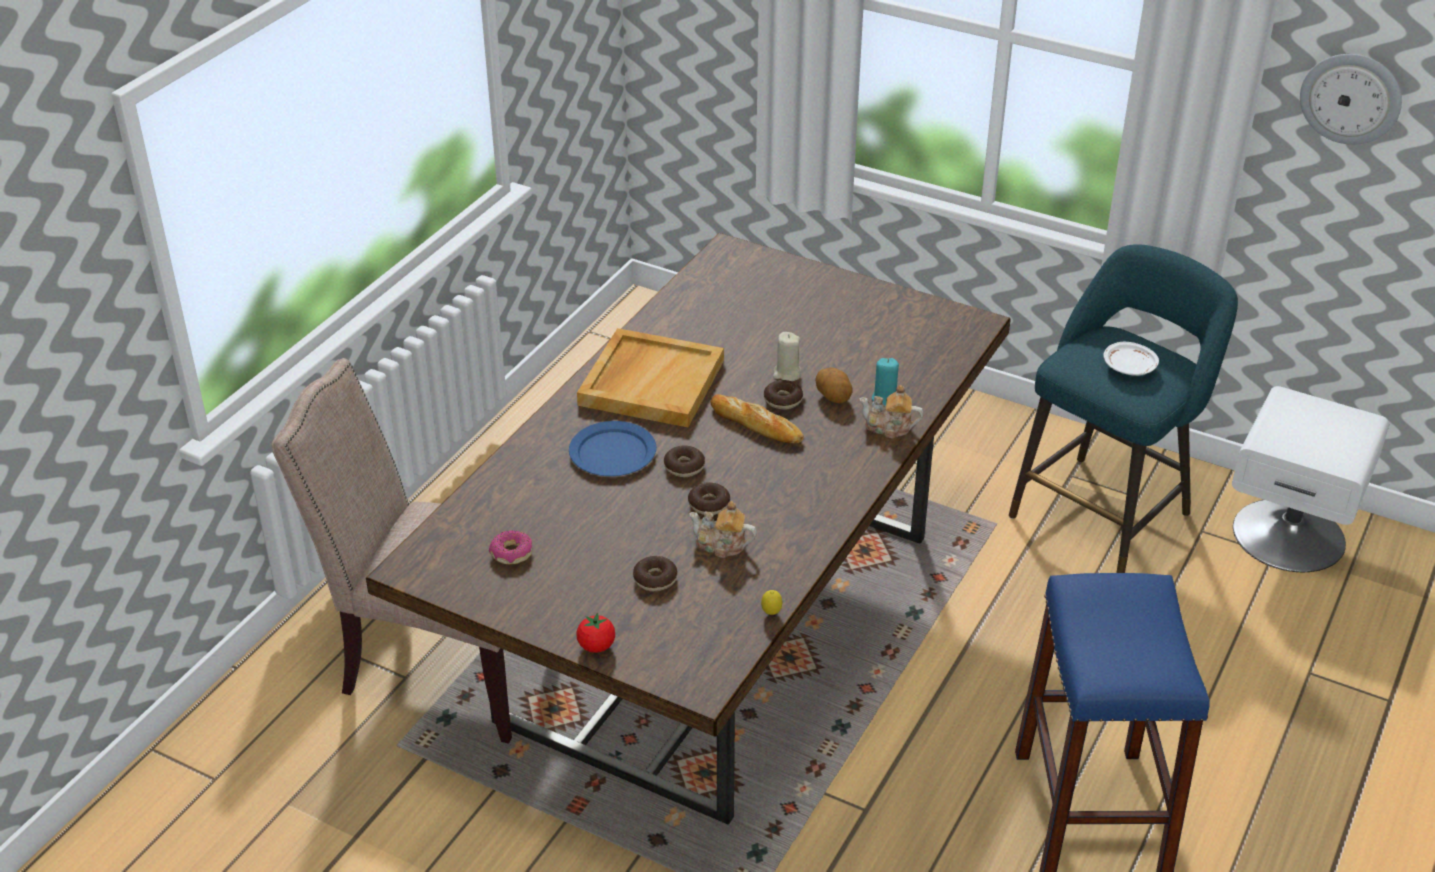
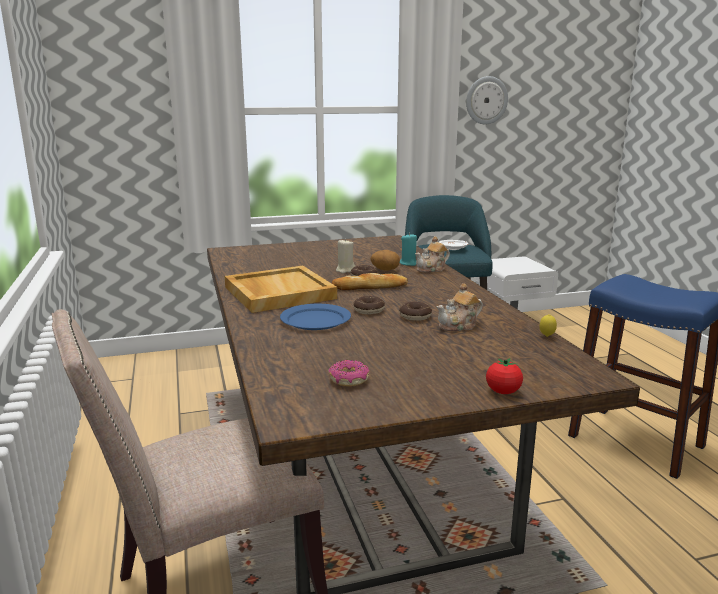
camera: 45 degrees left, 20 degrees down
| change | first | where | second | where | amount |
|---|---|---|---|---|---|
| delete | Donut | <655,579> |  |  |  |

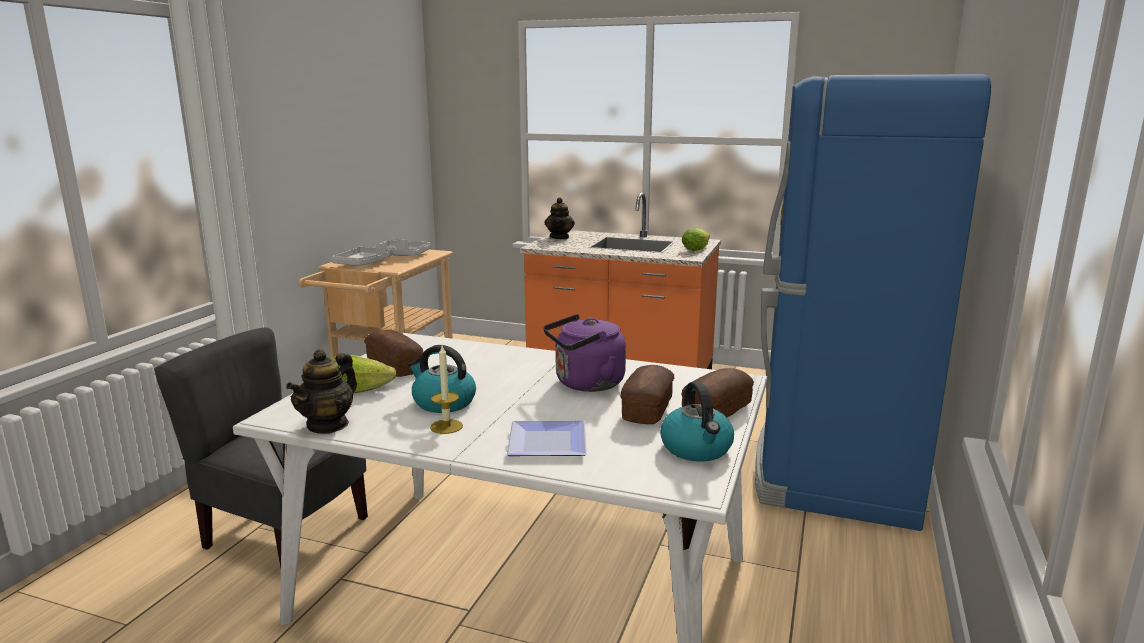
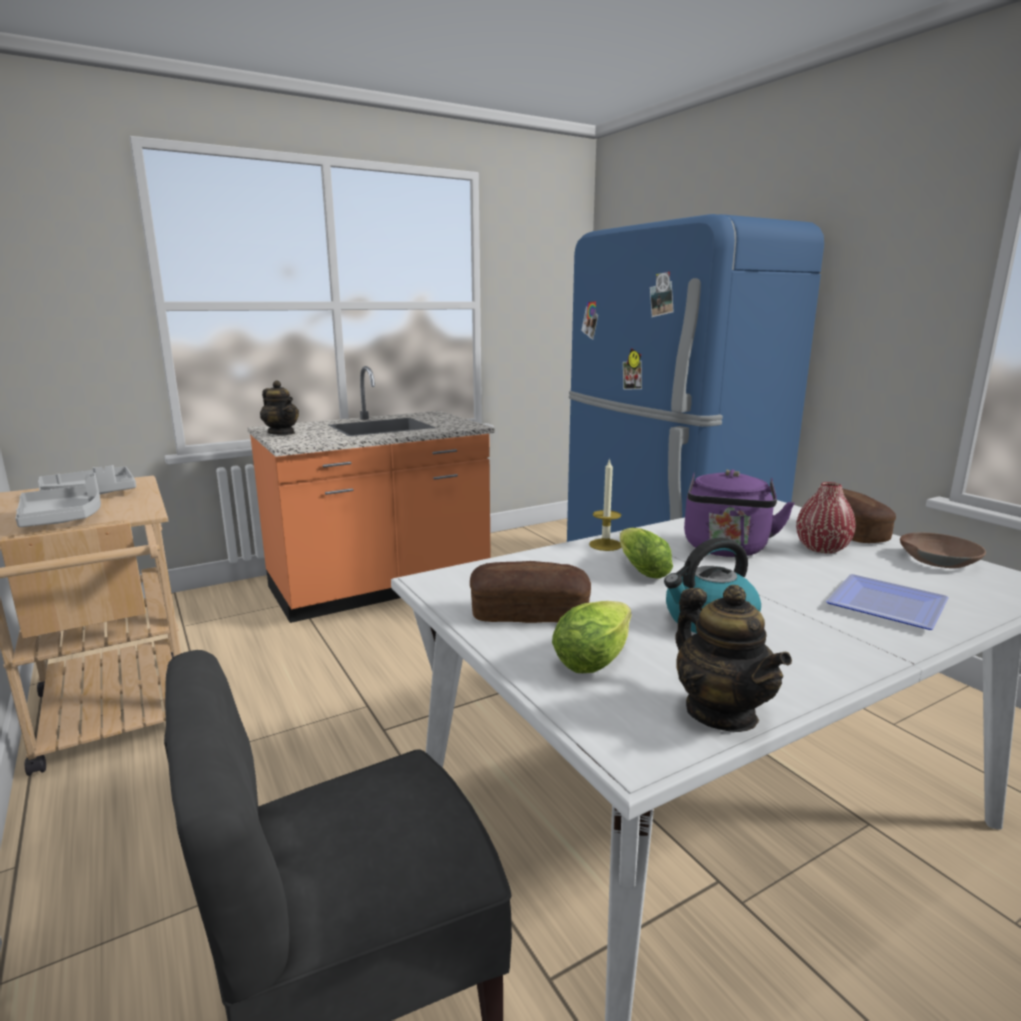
camera: 50 degrees left, 0 degrees up
| change | first | where | second | where | amount |
|---|---|---|---|---|---|
| move | Kerze | <446,426> |  | <605,545> |  |
| move | Salatkopf | <697,249> |  | <639,568> |  |
| replace | Brot | <647,409> | Vase/rot | <822,548> |  |
| replace | Wasserkessel | <697,449> | Schüssel/braun | <938,560> |  |

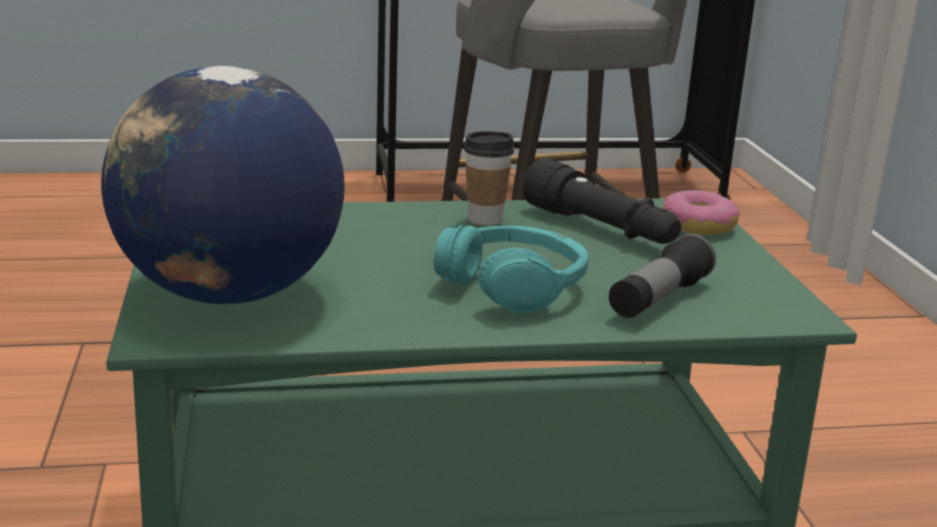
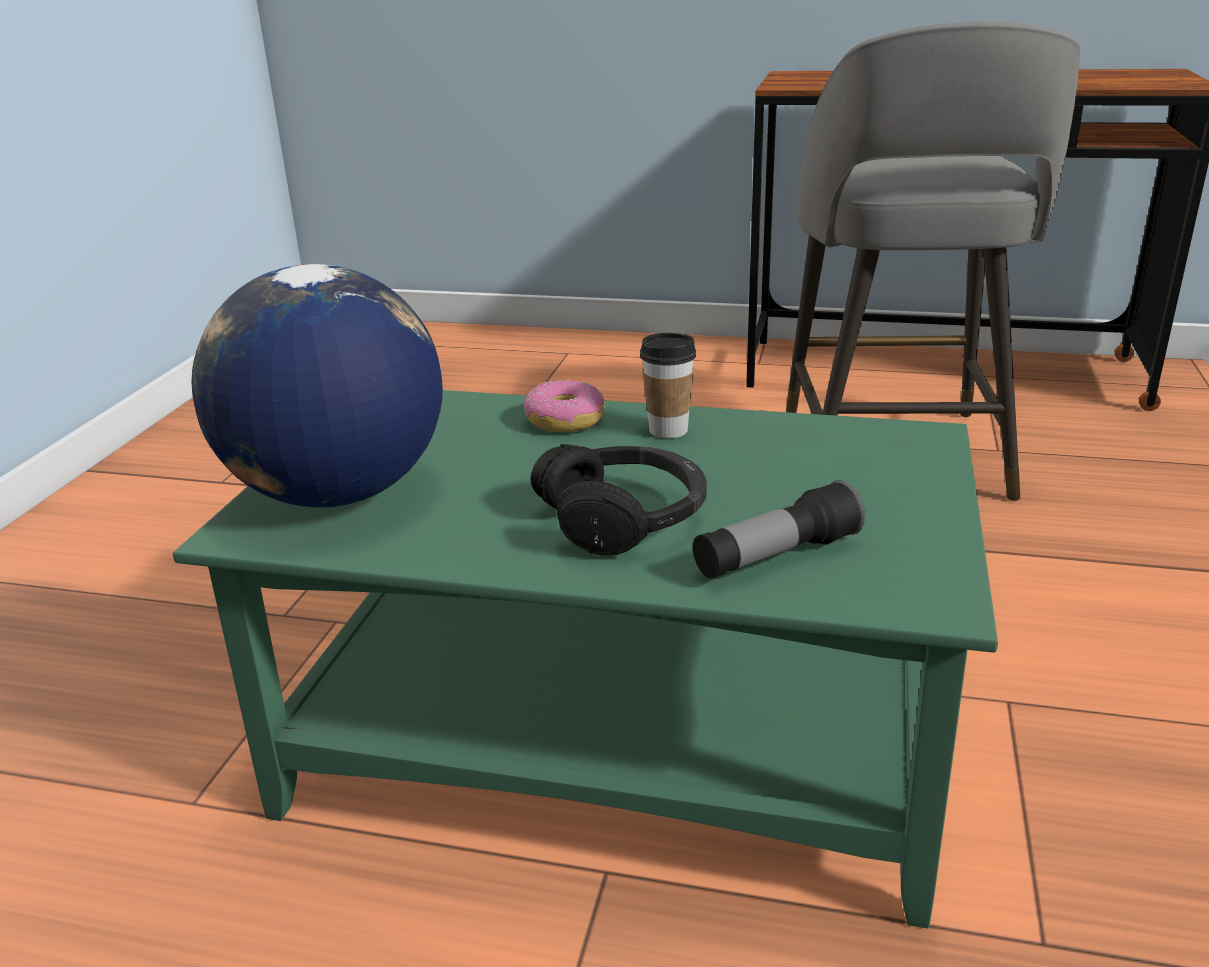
camera: 25 degrees right, 5 degrees up
| change | first | where | second | where | amount |
|---|---|---|---|---|---|
| delete | Taschenlampe/schwarz | <600,228> |  |  |  |
| move | Donut | <698,226> |  | <564,420> |  |
| recolor | Kopfhörer/türkis | <513,286> | Kopfhörer/schwarz | <624,518> |  |

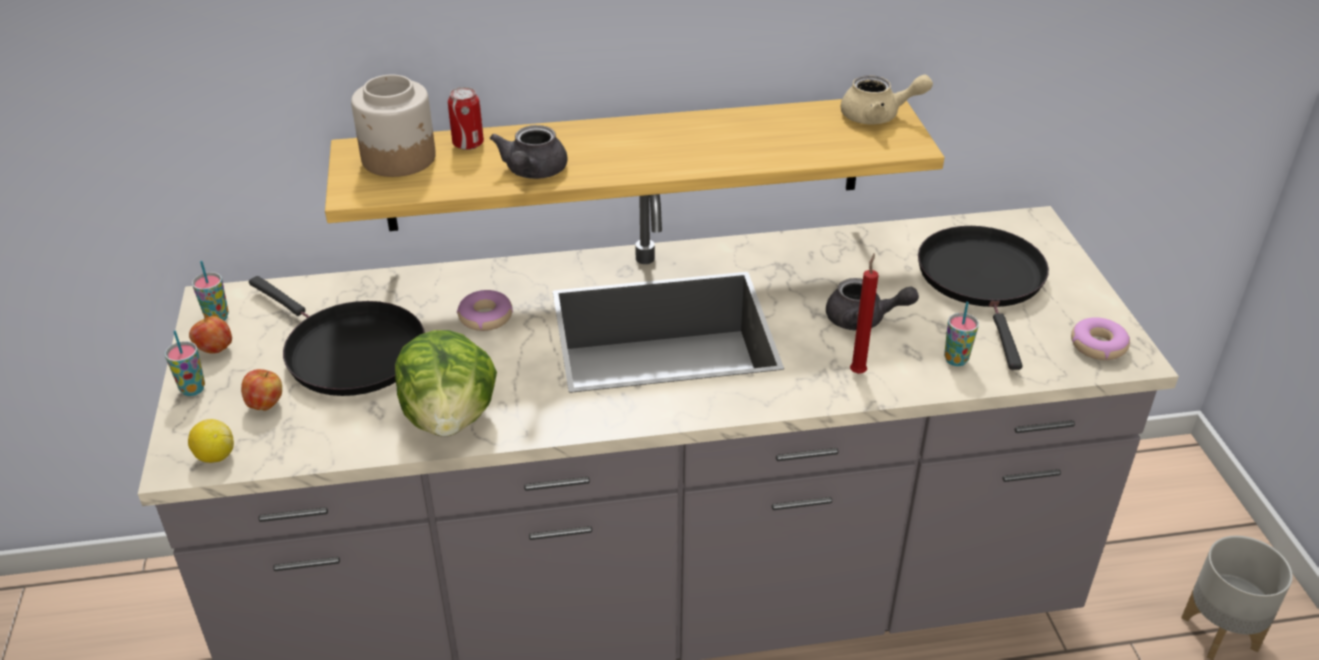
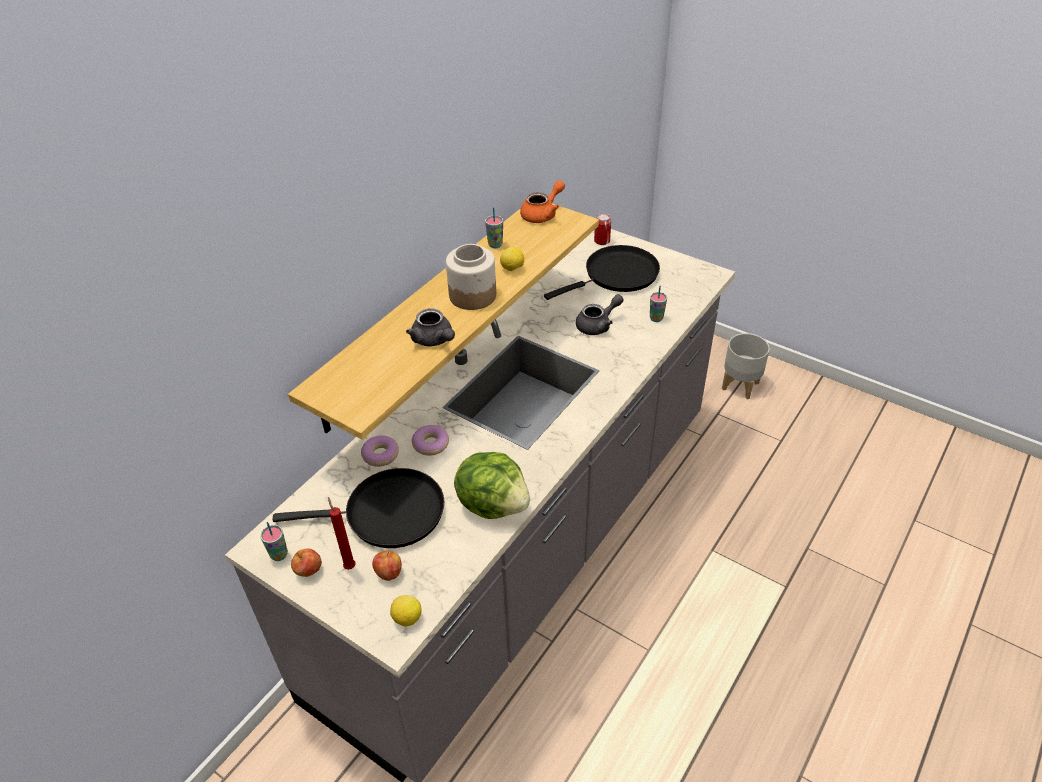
camera: 45 degrees left, 5 degrees up
| change | first | where | second | where | amount |
|---|---|---|---|---|---|
| insert |  |  | Zitrone | <512,269> |  |
| move | Tasse | <193,389> |  | <495,245> |  |
| move | Vorratsglas | <400,158> |  | <473,295> |  |
| move | Dose | <468,144> |  | <602,241> |  |
| move | Kerze/rot | <858,371> |  | <349,565> |  |
| move | Donut | <1098,345> |  | <380,455> |  |
| recolor | Teekanne/beige | <878,116> | Teekanne/orange | <542,214> |  |
| rotate | Pfanne/schwarz | <983,280> |  | <617,275> | 105 degrees clockwise |

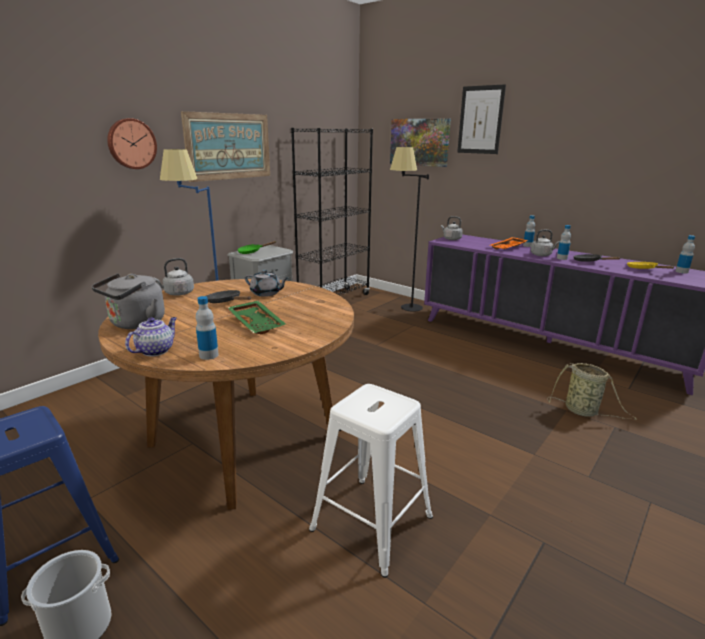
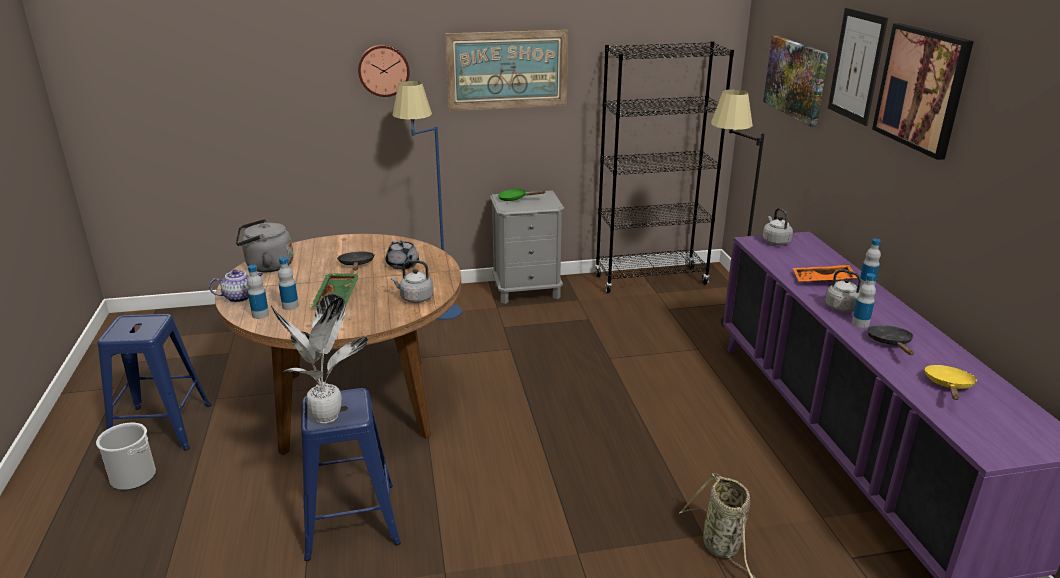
camera: 40 degrees right, 5 degrees up
| change | first | where | second | where | amount |
|---|---|---|---|---|---|
| insert |  |  | Topfpflanze | <328,418> |  |
| insert |  |  | Bild | <921,89> |  |
| move | Wasserkessel/grau | <177,293> |  | <415,298> |  |
| move | Flasche | <681,272> |  | <290,306> |  |
| recolor | Hocker/weiß | <372,524> | Hocker/blau | <349,521> |  |

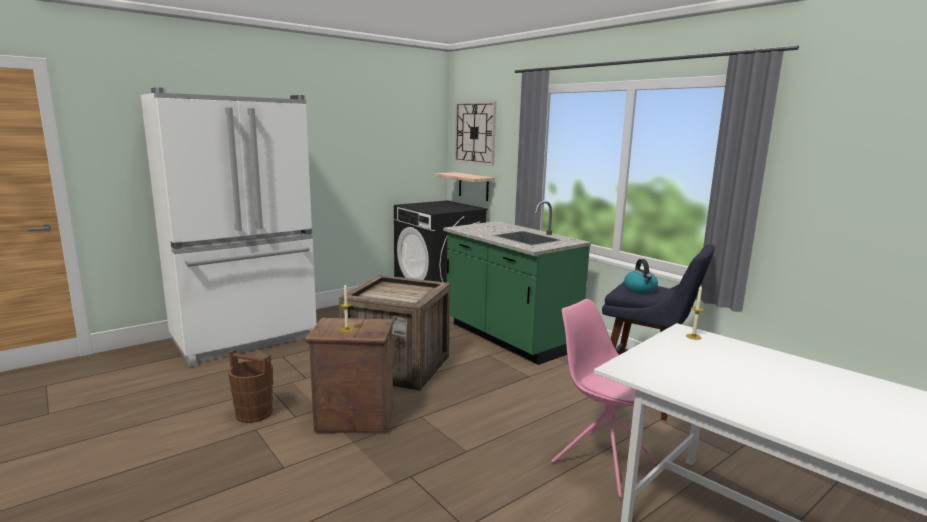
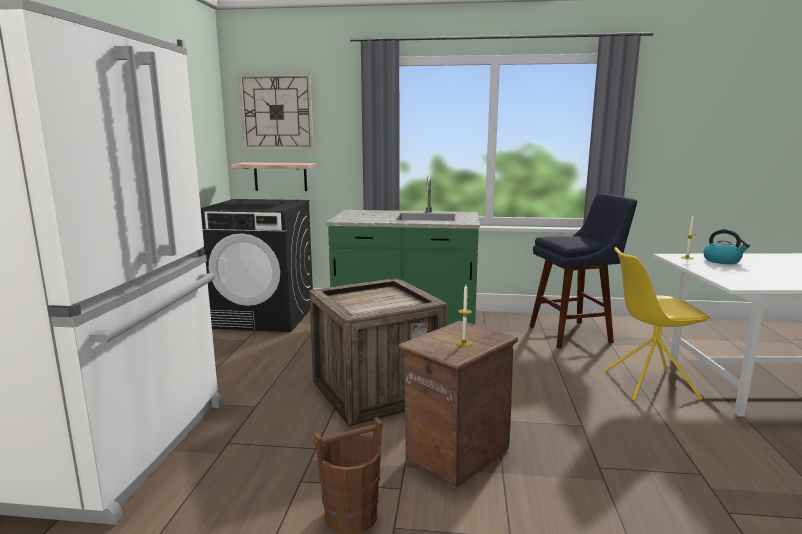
camera: 45 degrees left, 0 degrees up
| change | first | where | second | where | amount |
|---|---|---|---|---|---|
| move | Wasserkessel | <640,289> |  | <722,261> |  |
| recolor | Stuhl/rosa | <602,462> | Stuhl/gelb | <648,384> |  |

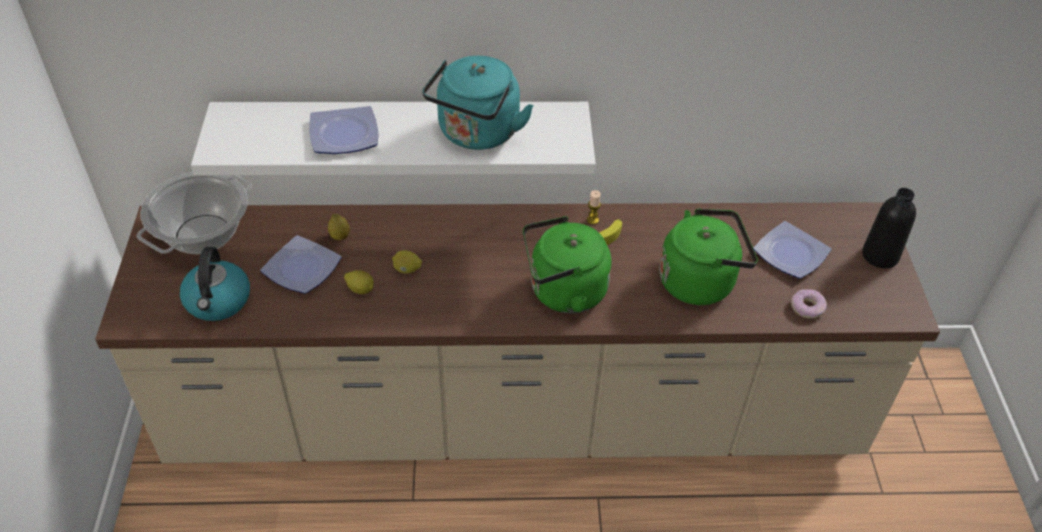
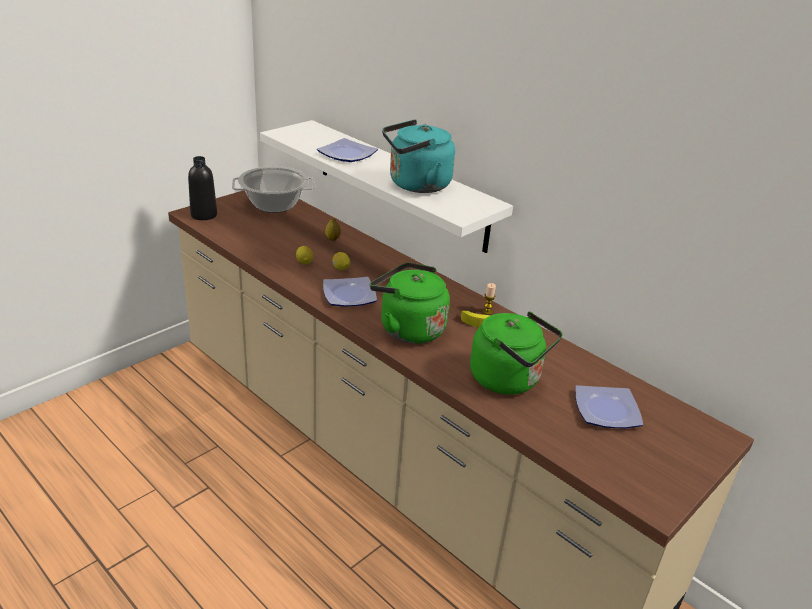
camera: 45 degrees right, 15 degrees down
| change | first | where | second | where | amount |
|---|---|---|---|---|---|
| delete | Wasserkessel | <218,301> |  |  |  |
| delete | Donut | <807,308> |  |  |  |
| move | Teller | <302,270> |  | <348,296> |  |
| move | Flasche/schwarz | <880,255> |  | <204,215> |  |

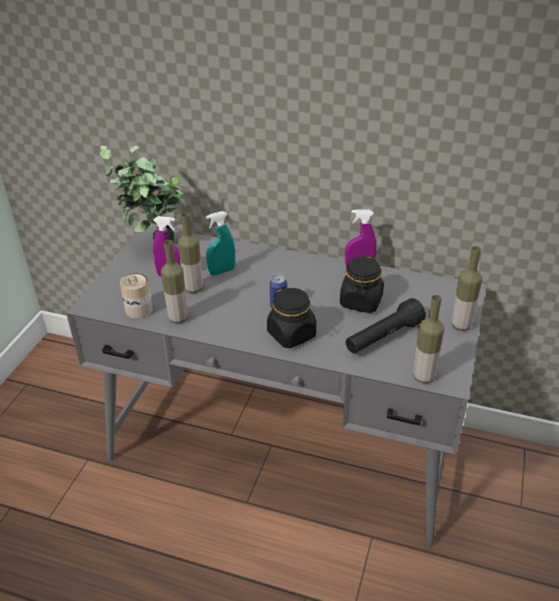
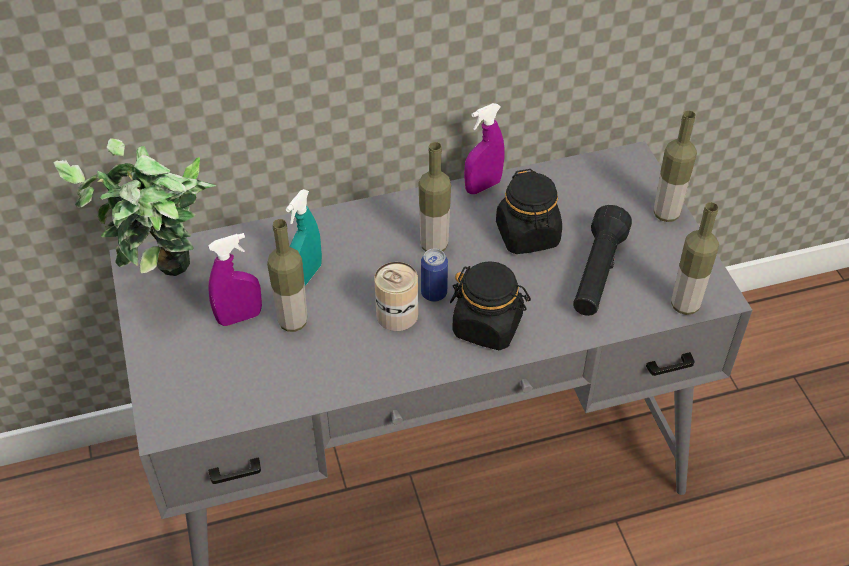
camera: 35 degrees left, 10 degrees up
| change | first | where | second | where | amount |
|---|---|---|---|---|---|
| move | Dose | <139,310> |  | <397,314> |  |
| move | Flasche | <178,318> |  | <434,245> |  |

